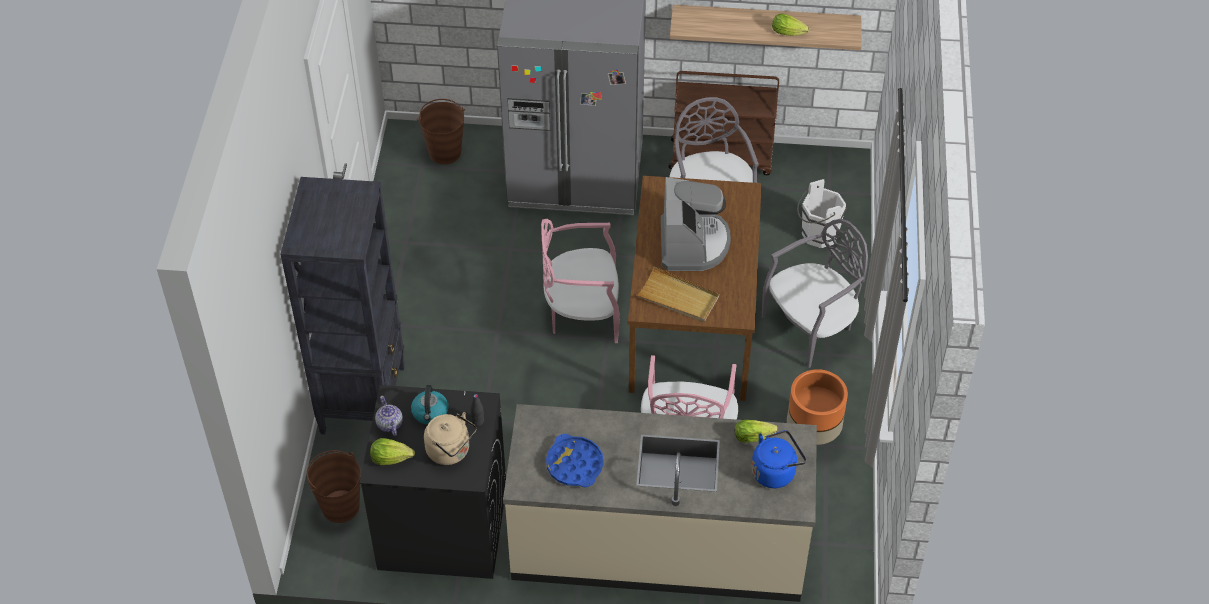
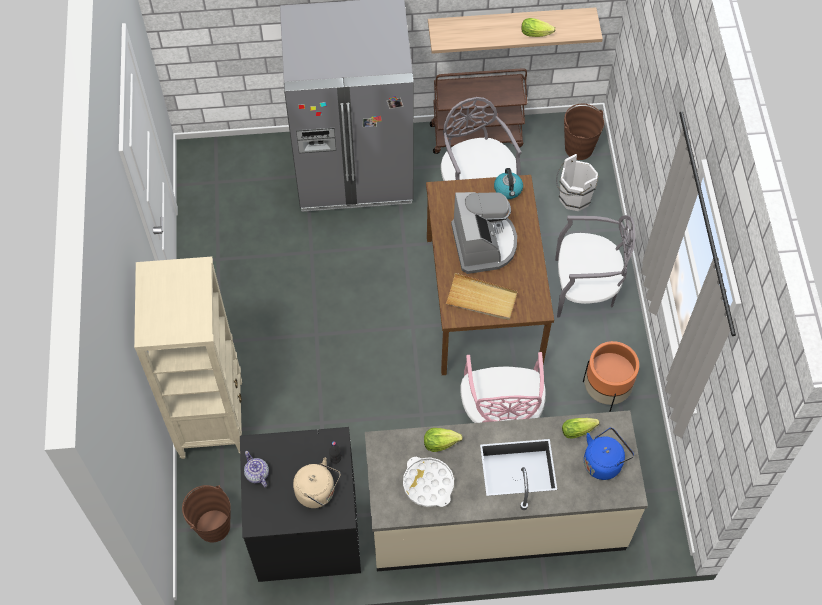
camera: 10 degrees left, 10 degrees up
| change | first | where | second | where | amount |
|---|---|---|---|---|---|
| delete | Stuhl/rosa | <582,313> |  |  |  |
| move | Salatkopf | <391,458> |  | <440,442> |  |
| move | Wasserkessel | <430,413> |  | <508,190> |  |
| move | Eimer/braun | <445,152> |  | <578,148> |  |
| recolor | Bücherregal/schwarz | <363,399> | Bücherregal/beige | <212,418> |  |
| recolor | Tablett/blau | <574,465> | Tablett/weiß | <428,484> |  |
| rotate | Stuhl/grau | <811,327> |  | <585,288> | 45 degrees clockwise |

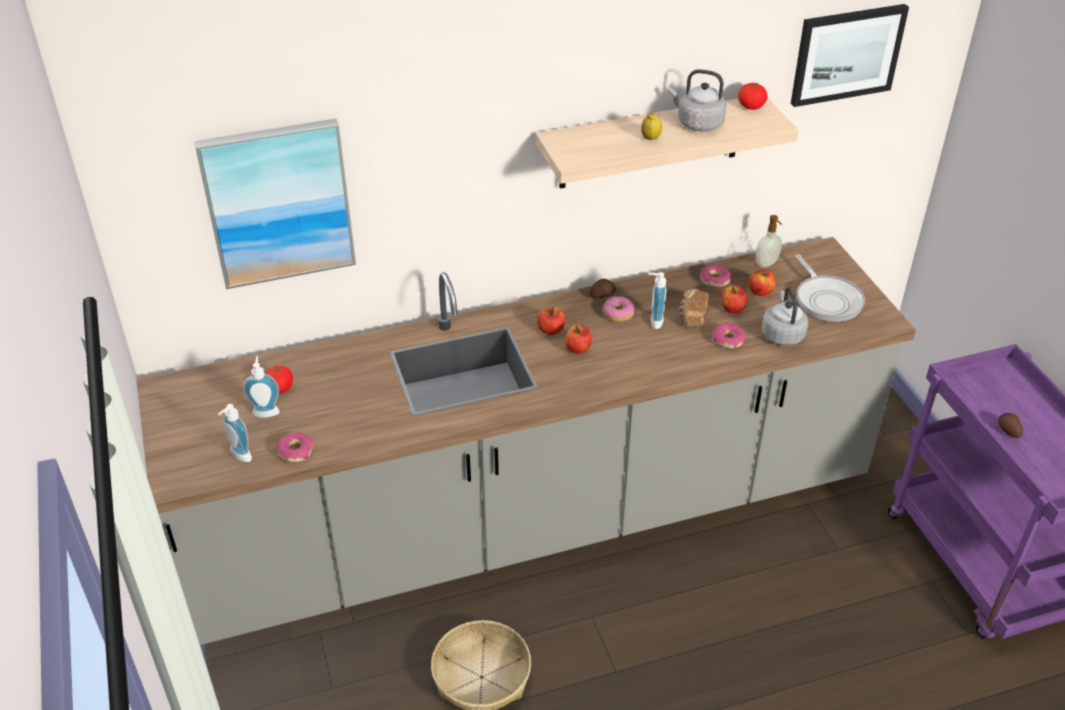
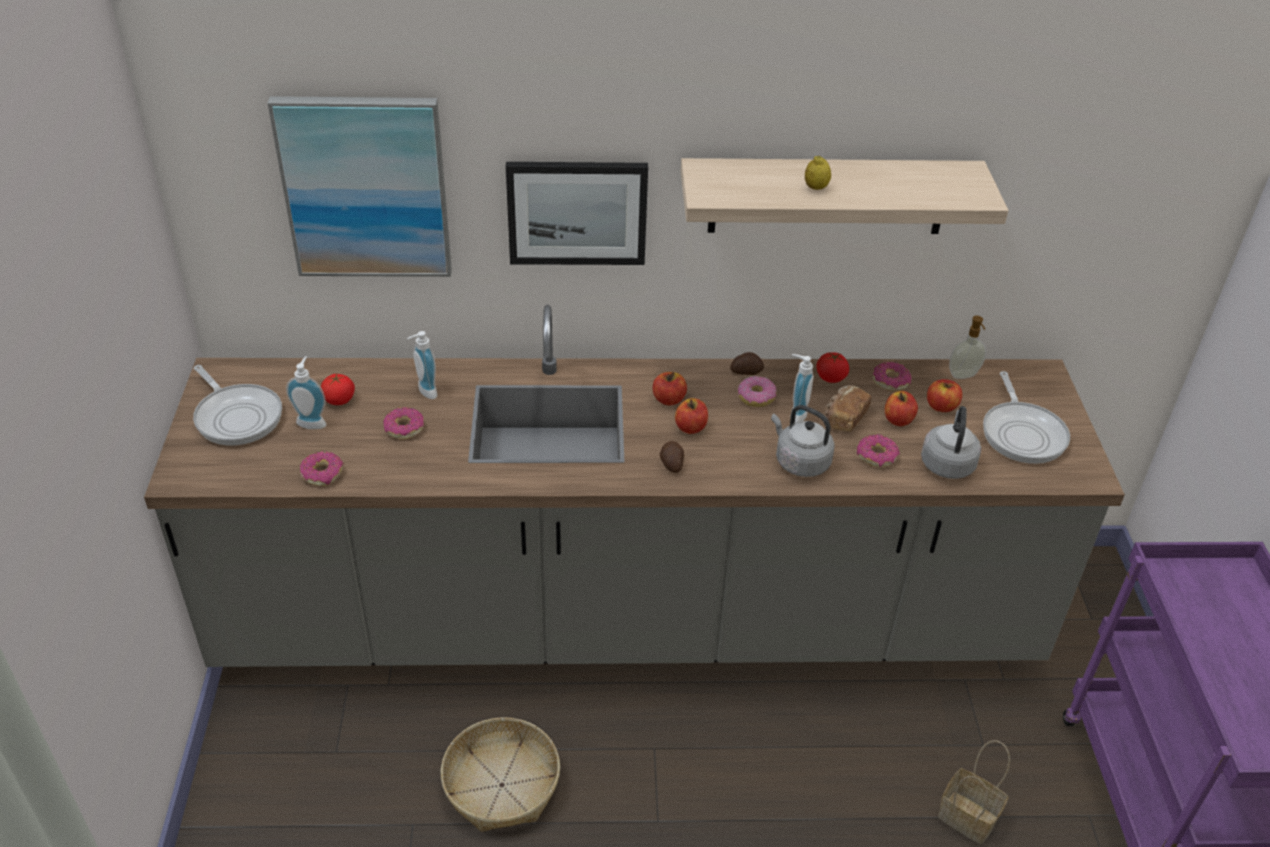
camera: 15 degrees right, 0 degrees up
| change | first | where | second | where | amount |
|---|---|---|---|---|---|
| insert |  |  | Pfanne | <237,416> |  |
| insert |  |  | Donut | <404,428> |  |
| insert |  |  | Korb | <969,817> |  |
| move | Seifenspender | <238,456> |  | <424,392> |  |
| move | Wasserkessel/grau | <697,123> |  | <799,462> |  |
| move | Tomate | <751,106> |  | <830,378> |  |
| move | Bild | <846,54> |  | <577,212> |  |
| move | Kartoffel | <1008,431> |  | <671,463> |  |

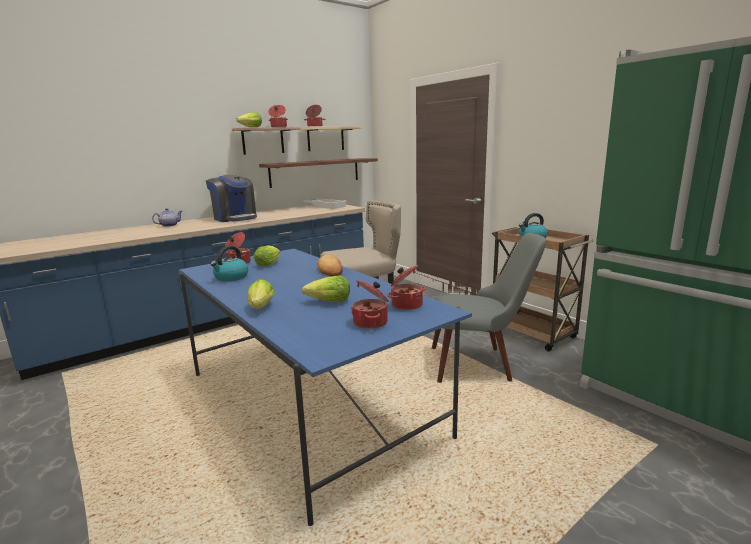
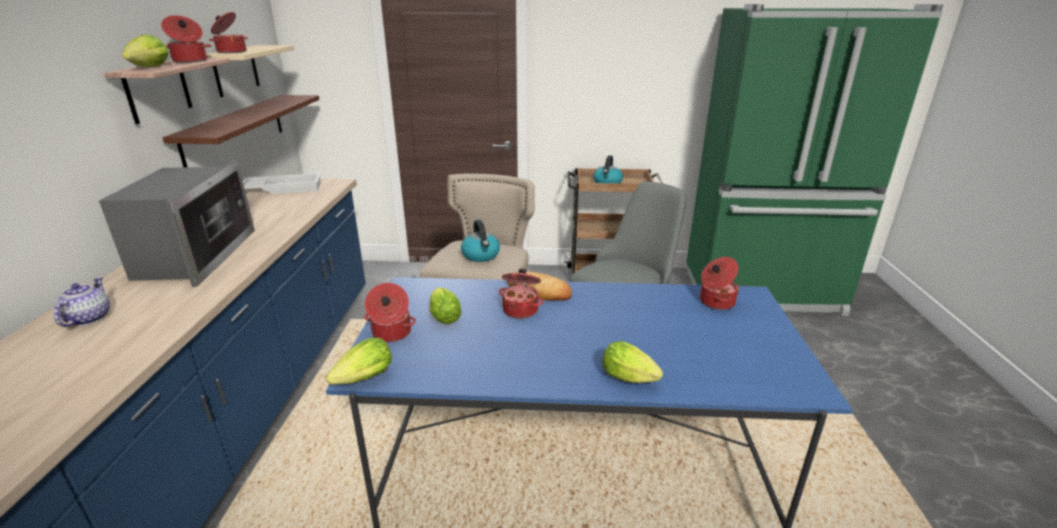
camera: 50 degrees left, 10 degrees up
| change | first | where | second | where | amount |
|---|---|---|---|---|---|
| move | Wasserkessel | <231,277> |  | <481,255> |  |
| move | Salatkopf | <329,302> |  | <365,378> |  |
| move | Kochtopf | <371,323> |  | <521,310> |  |
| replace | Kaffeemaschine | <235,218> | Mikrowelle | <195,256> |  |

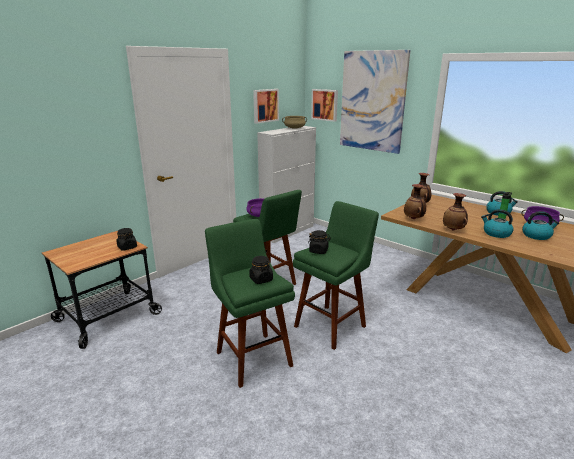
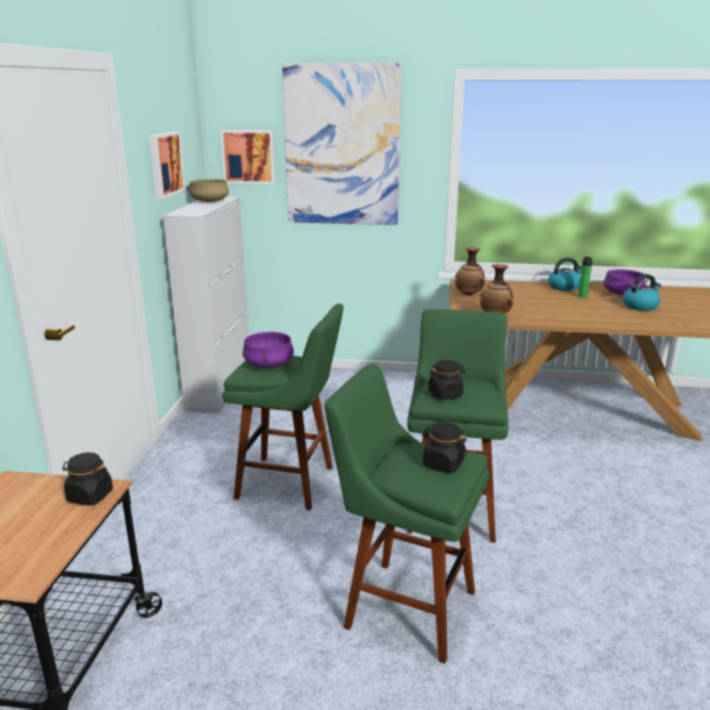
camera: 35 degrees left, 0 degrees up
| change | first | where | second | where | amount |
|---|---|---|---|---|---|
| delete | Vase | <453,230> |  |  |  |
| delete | Wasserkessel | <496,233> |  |  |  |

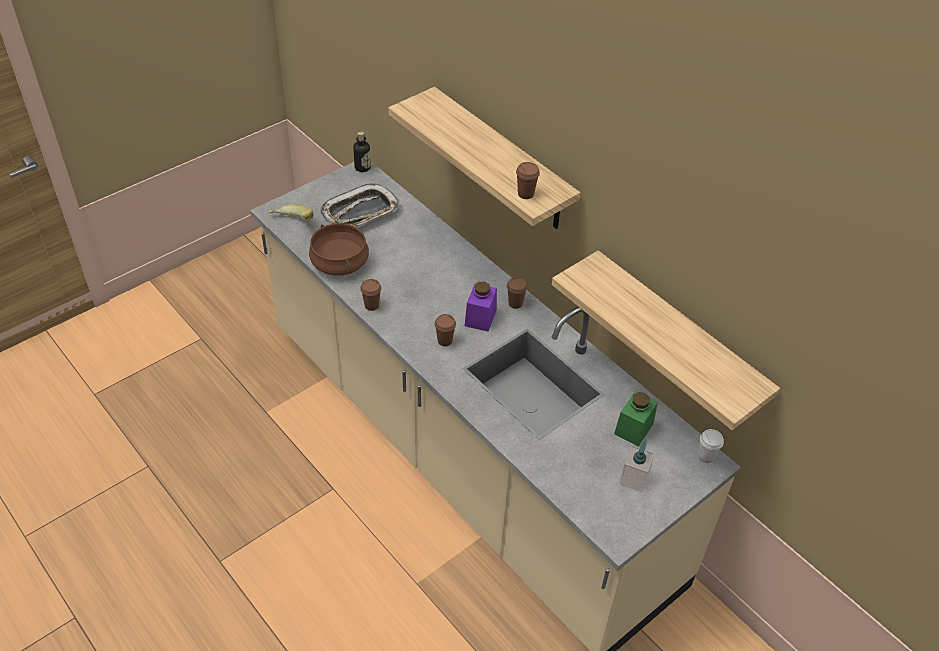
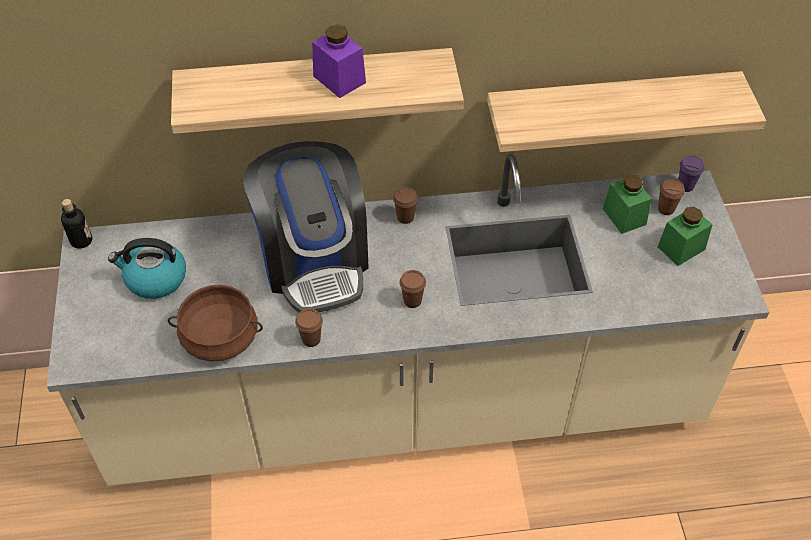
camera: 55 degrees left, 5 degrees up
| change | first | where | second | where | amount |
|---|---|---|---|---|---|
| delete | Banane | <292,223> |  |  |  |
| insert |  |  | Kaffeemaschine | <314,260> |  |
| move | Vorratsglas/lila | <480,318> |  | <339,79> |  |
| move | Tasse/braun | <525,194> |  | <666,209> |  |
| replace | Tablett | <360,212> | Wasserkessel | <155,279> |  |
| replace | Seifenspender | <634,479> | Vorratsglas/grün | <681,248> |  |
| recolor | Tasse/weiß | <706,456> | Tasse/lila | <685,186> |  |

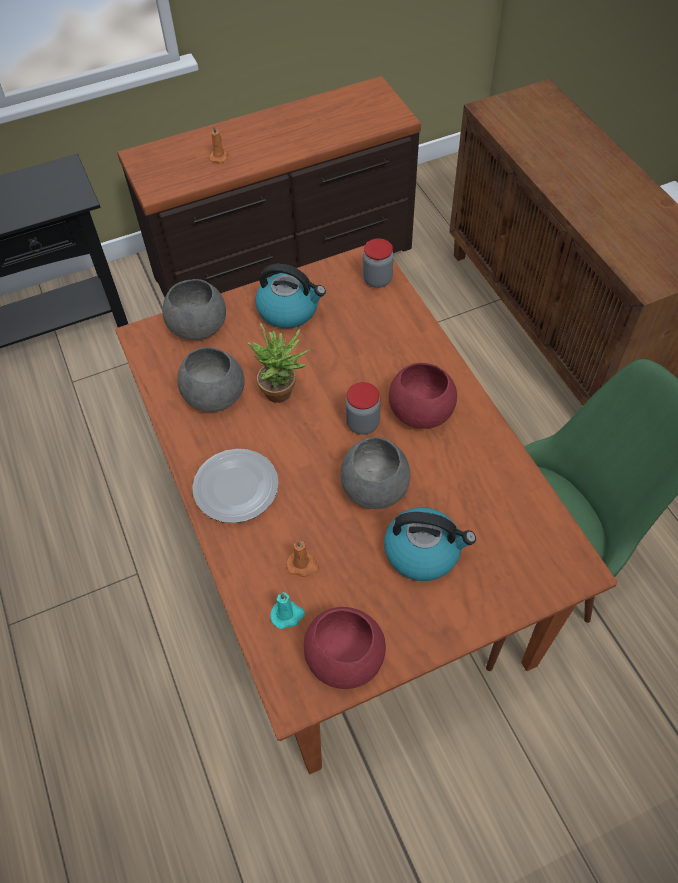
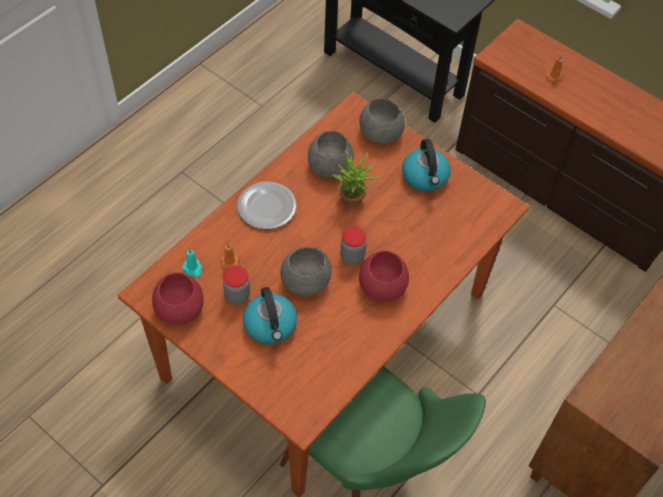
camera: 60 degrees right, 0 degrees up
| change | first | where | second | where | amount |
|---|---|---|---|---|---|
| move | Vorratsglas | <377,280> |  | <237,295> |  |

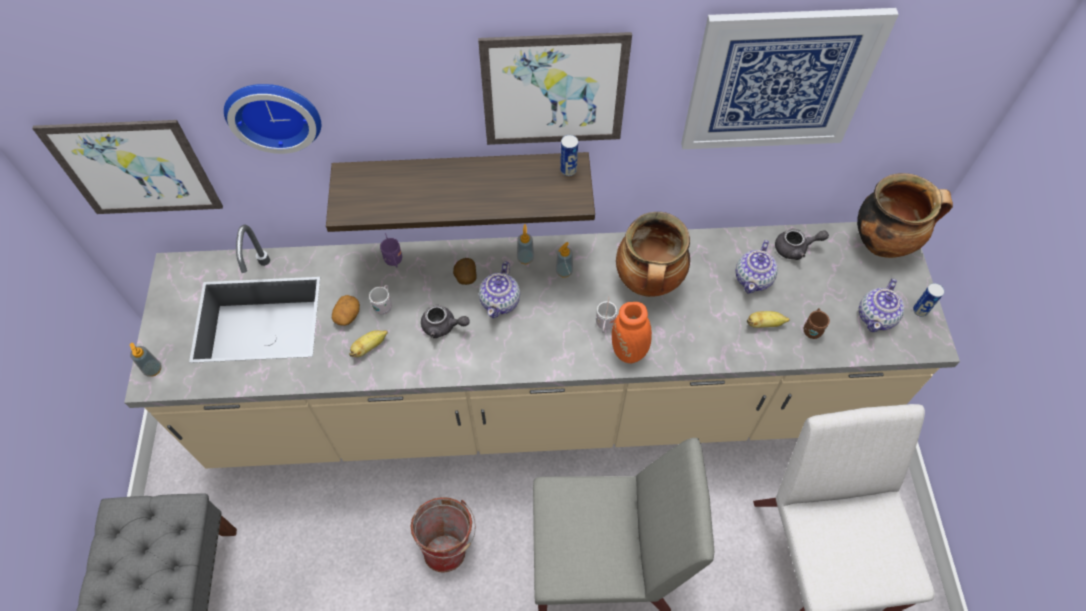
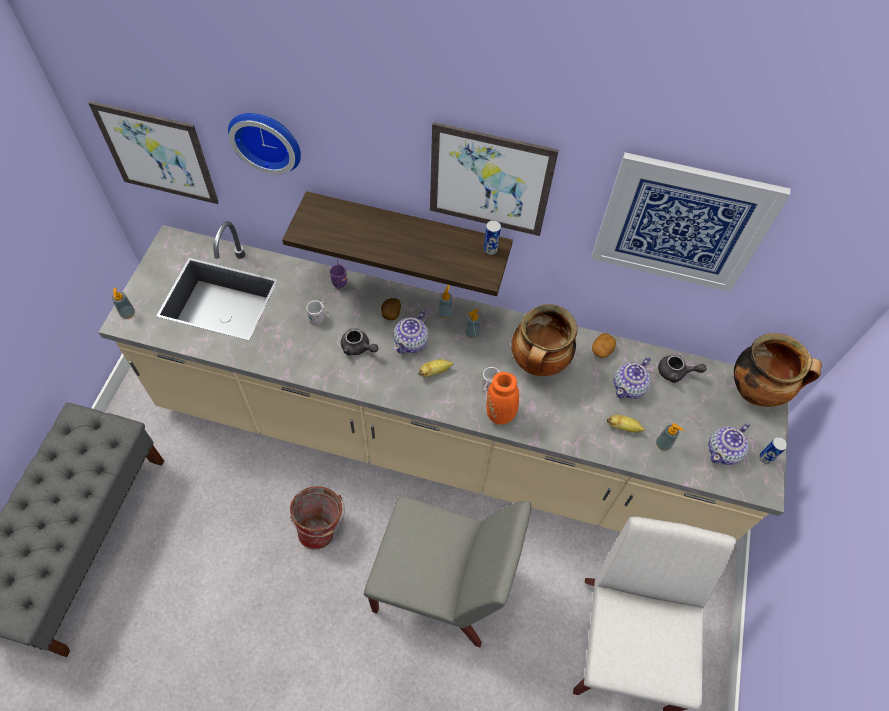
camera: 15 degrees right, 0 degrees up
| change | first | where | second | where | amount |
|---|---|---|---|---|---|
| move | Kartoffel | <347,315> |  | <602,350> |  |
| move | Banane | <369,347> |  | <434,371> |  |
| replace | Henkelbecher/braun | <812,329> | Seifenspender | <663,444> |  |

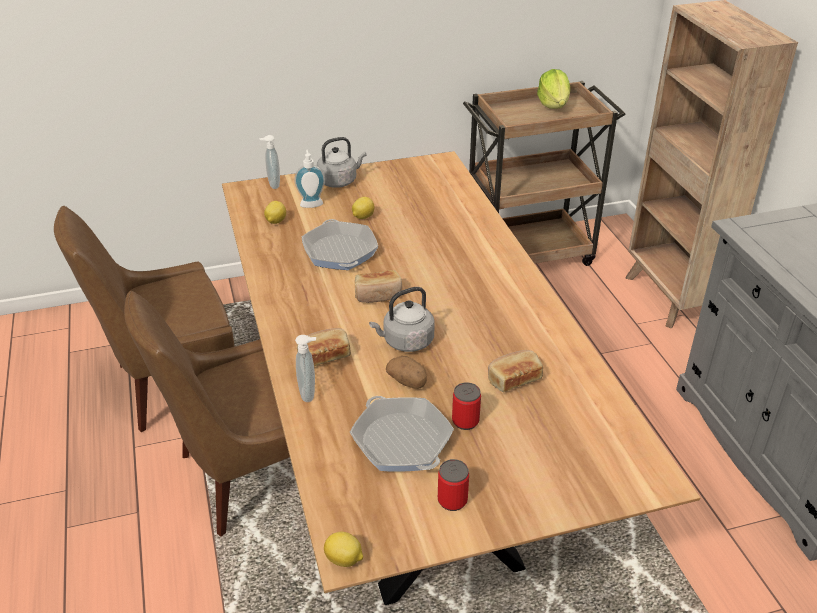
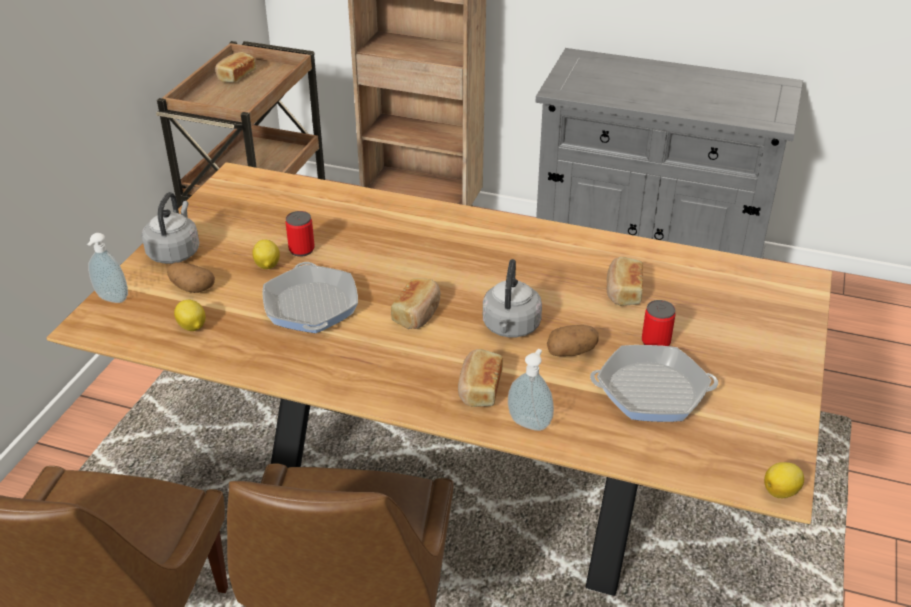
camera: 55 degrees left, 0 degrees up
| change | first | where | second | where | amount |
|---|---|---|---|---|---|
| move | Dose | <452,500> |  | <301,250> |  |
| replace | Seifenspender | <311,203> | Kartoffel | <191,288> |  |
| replace | Salatkopf | <553,105> | Brot | <235,76> |  |
| rotate | Pfanne | <340,251> |  | <311,306> | 60 degrees clockwise |

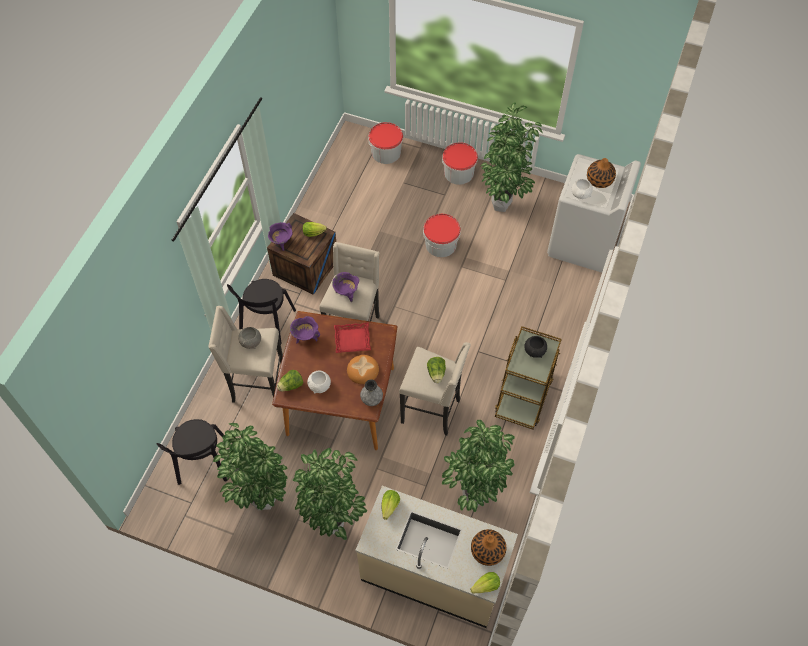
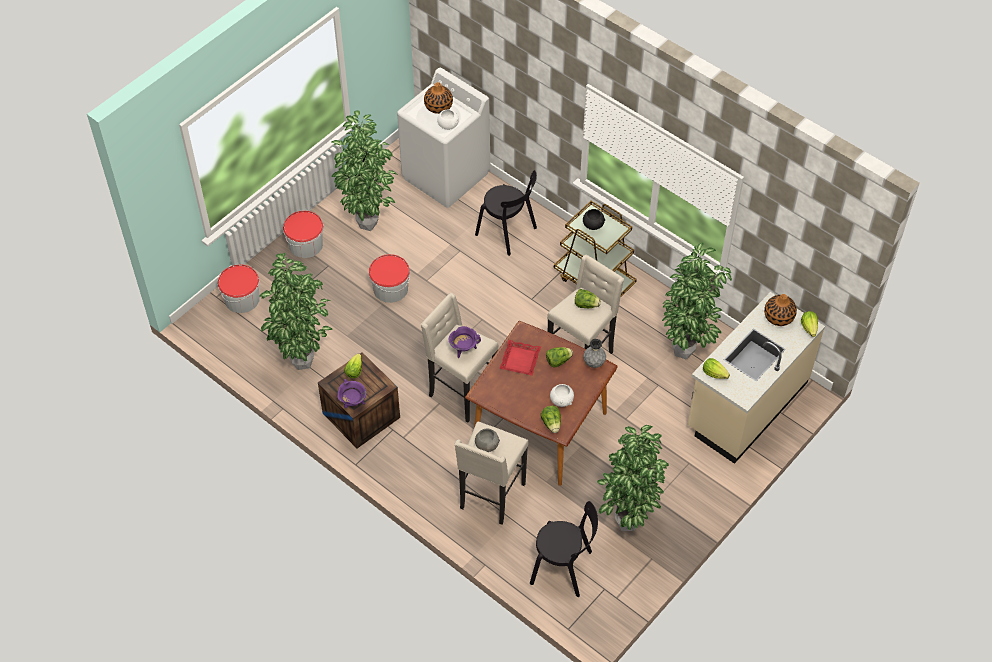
camera: 70 degrees left, 5 degrees down
| change | first | where | second | where | amount |
|---|---|---|---|---|---|
| delete | Kochtopf/lila | <306,337> |  |  |  |
| move | Stuhl/schwarz | <266,323> |  | <508,233> |  |
| move | Topfpflanze | <335,525> |  | <303,360> |  |
| replace | Brot | <363,370> | Salatkopf | <558,361> |  |

